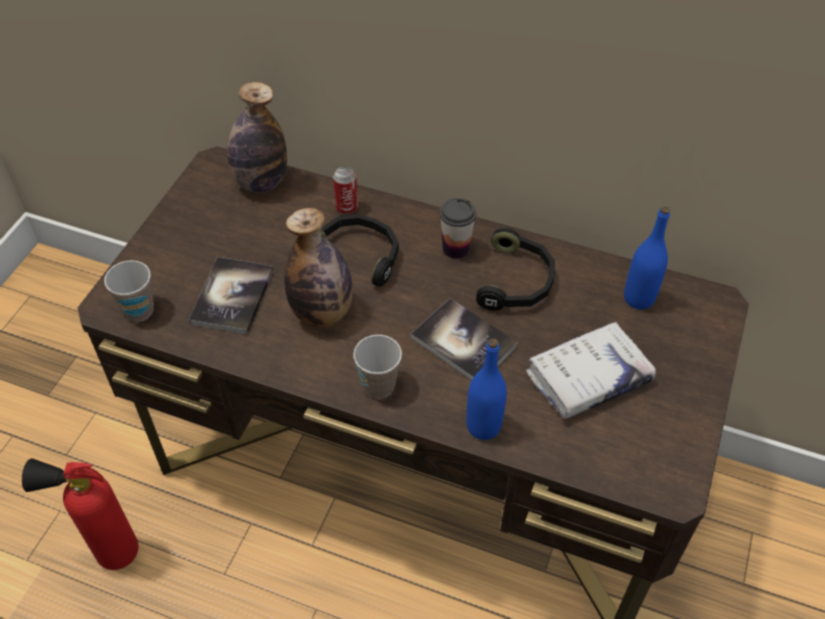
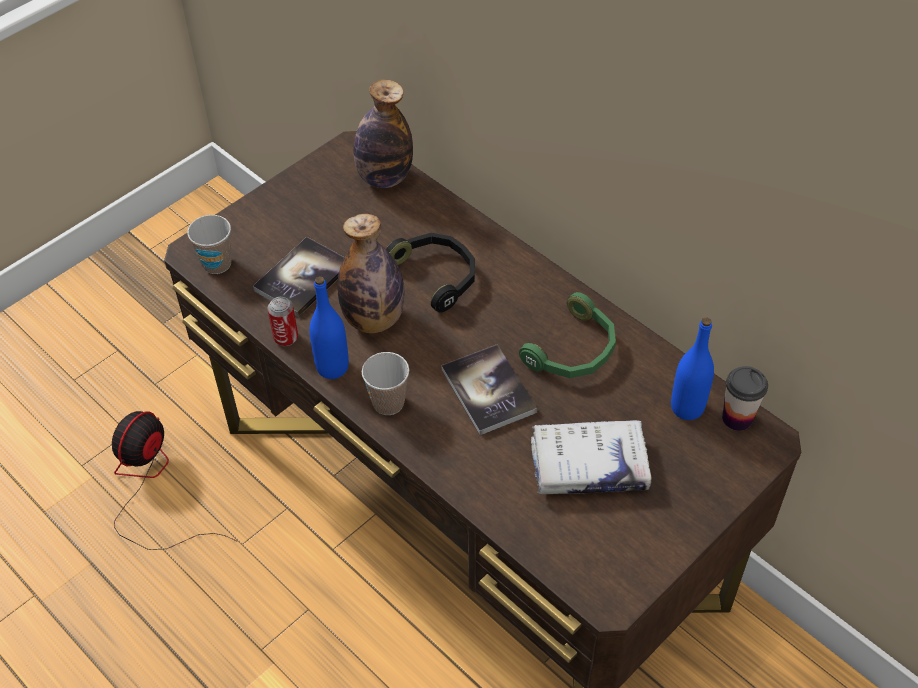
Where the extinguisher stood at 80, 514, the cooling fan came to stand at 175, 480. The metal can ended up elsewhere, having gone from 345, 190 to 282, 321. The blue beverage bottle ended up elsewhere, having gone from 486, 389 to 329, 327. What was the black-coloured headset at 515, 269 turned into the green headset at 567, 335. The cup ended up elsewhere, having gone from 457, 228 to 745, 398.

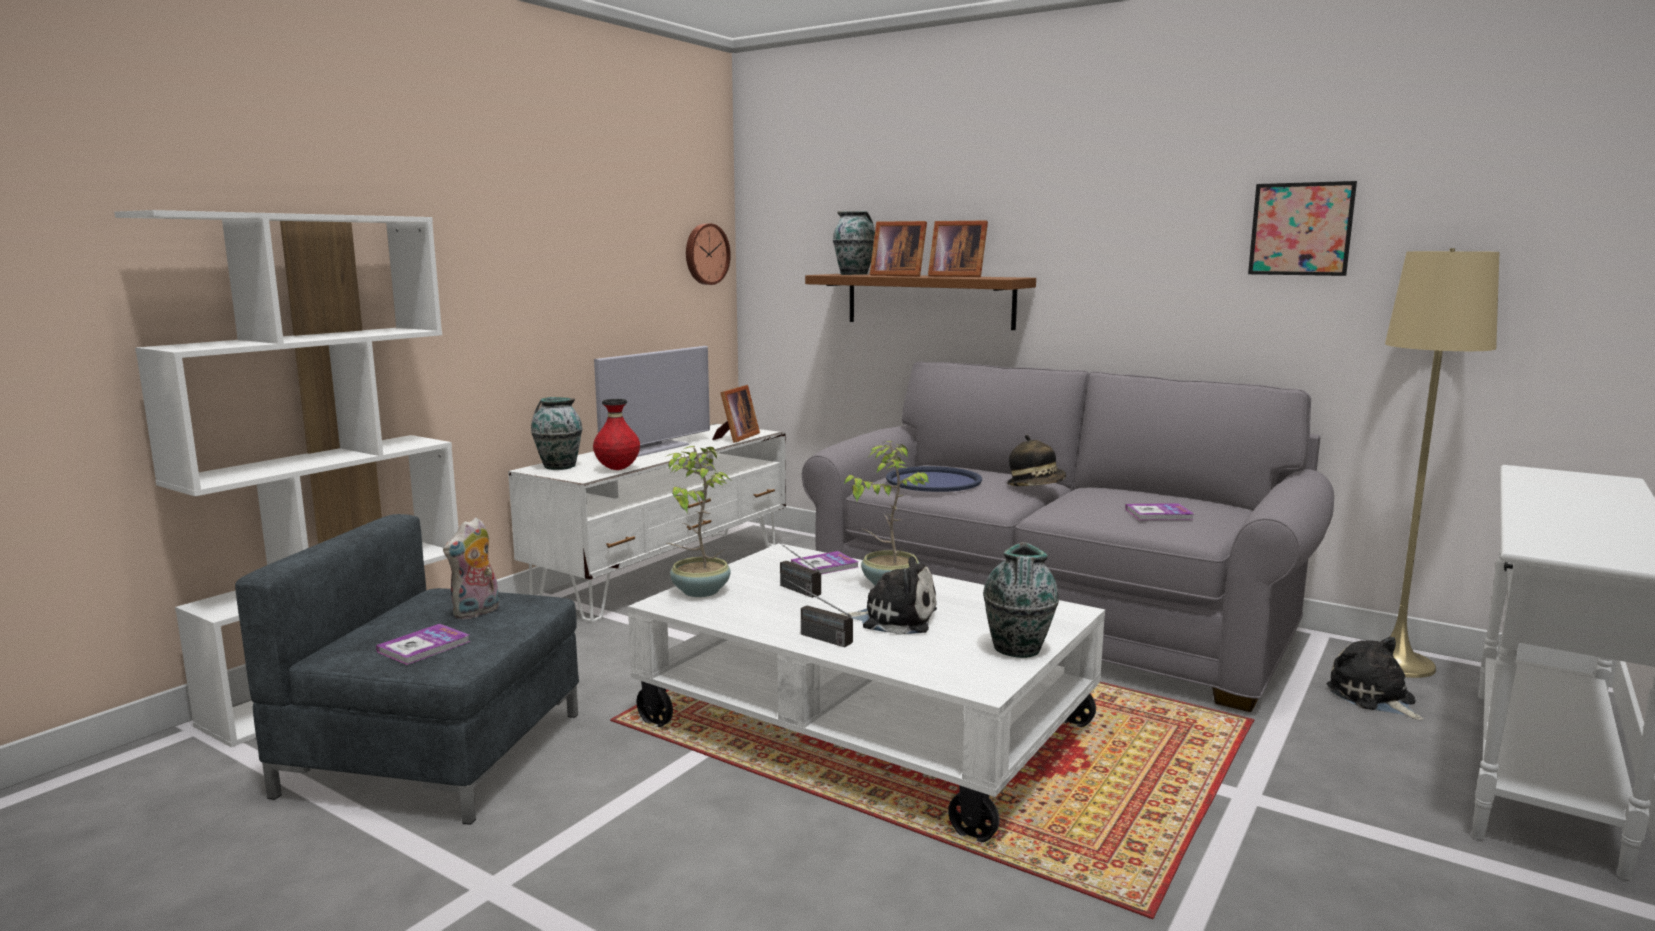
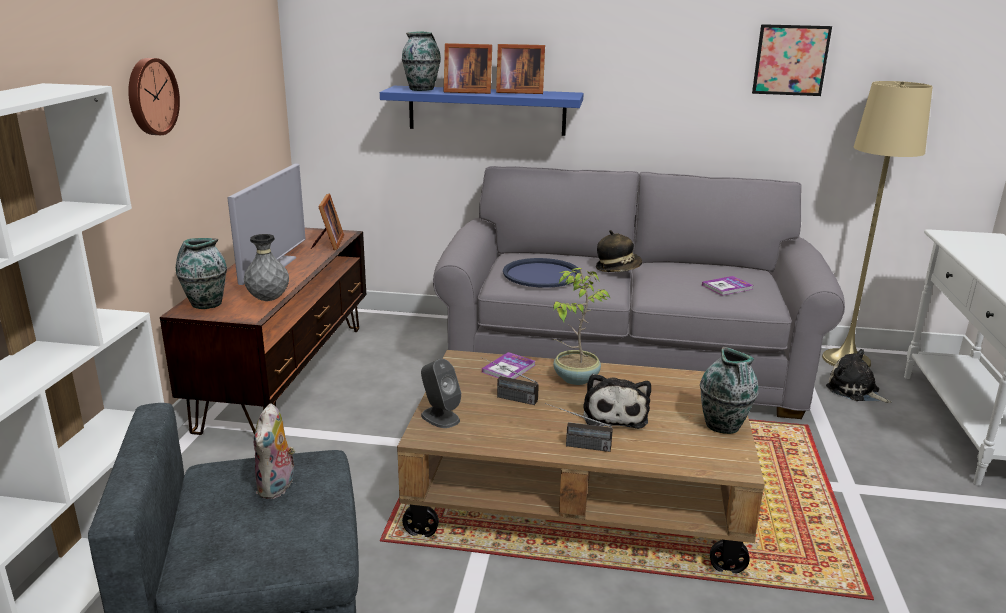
The clock on the wall ended up elsewhere, having gone from 708, 254 to 154, 96. What was the whitish tv stand at 647, 523 turned into the brownish tv stand at 263, 331. What was the reddish decorative vase at 616, 434 turned into the gray decorative vase at 266, 267. What was the brownish shelf at 920, 302 turned into the blue shelf at 482, 111. What was the whitish low table at 866, 692 turned into the brownish low table at 581, 462. Where the plant in a pot stood at 698, 521, the gray speaker came to stand at 441, 393. The soft toy at 889, 595 ended up facing another way, 105 degrees clockwise from before. The second view lost the volume at 423, 644.

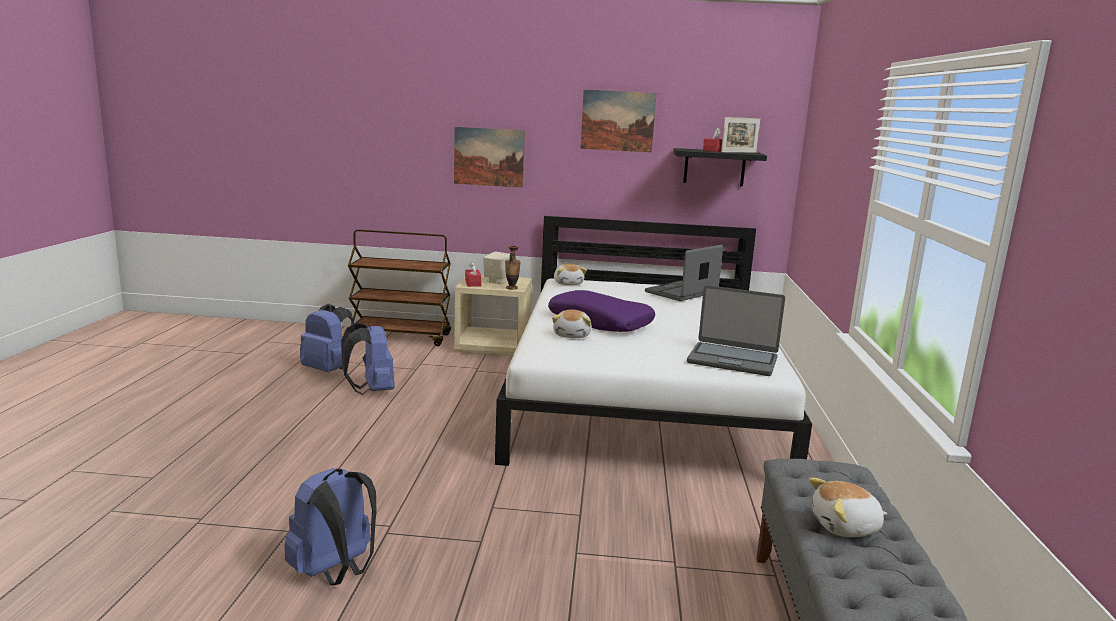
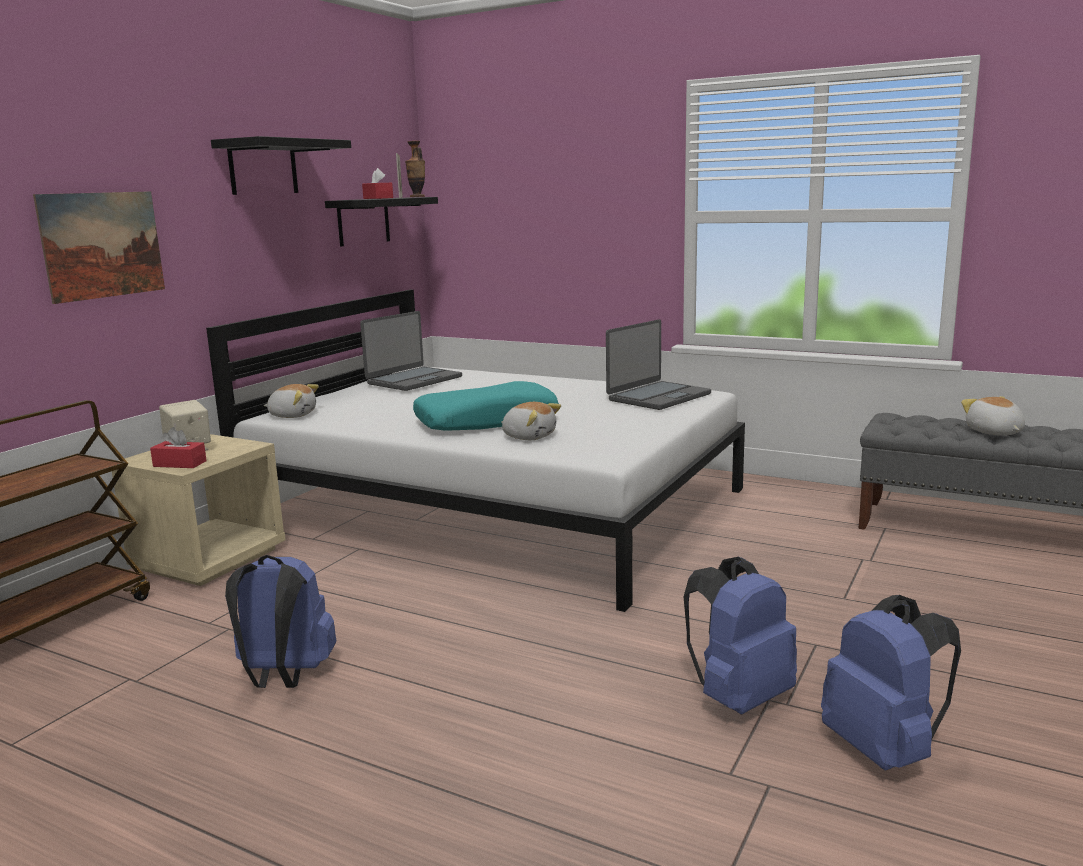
Where the wall picture hung at 618, 121, the black-coloured shelf came to hang at 281, 165. The laptop at 684, 273 ended up facing another way, 120 degrees counterclockwise from before. The decorative vase ended up elsewhere, having gone from 513, 268 to 415, 169. What was the purplish throw pillow at 601, 311 turned into the turquoise-coloured throw pillow at 486, 406. The blue knapsack ended up elsewhere, having gone from 327, 337 to 740, 635. The soft toy at 848, 507 ended up facing another way, 150 degrees clockwise from before.

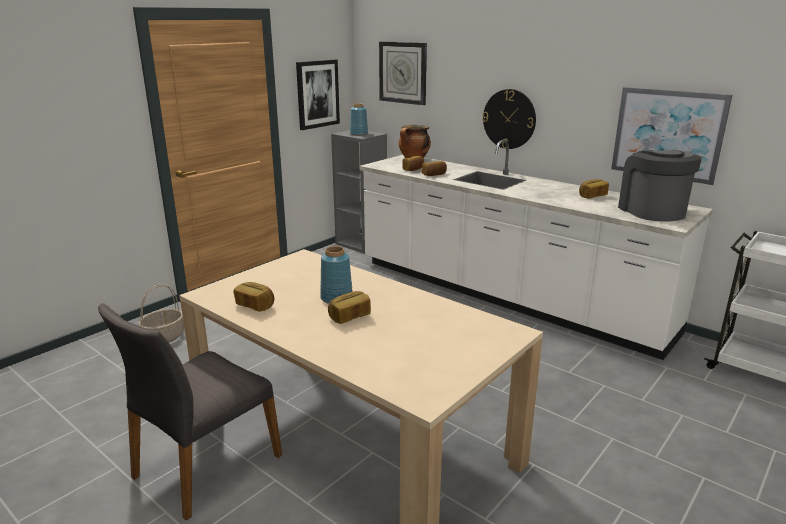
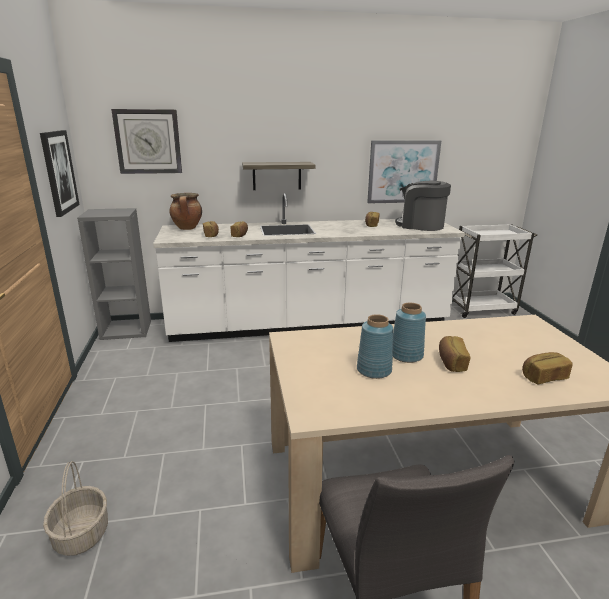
Where the clock on the wall hung at 509, 119, the shelf came to hang at 279, 176. The blue decorative vase ended up elsewhere, having gone from 359, 120 to 375, 346. The baked bread ended up elsewhere, having gone from 253, 297 to 547, 368.

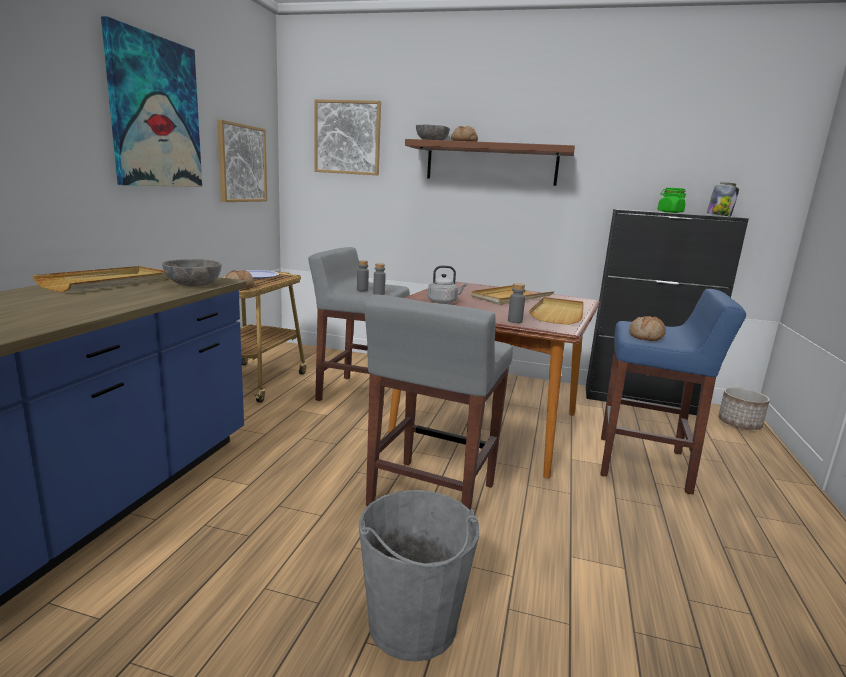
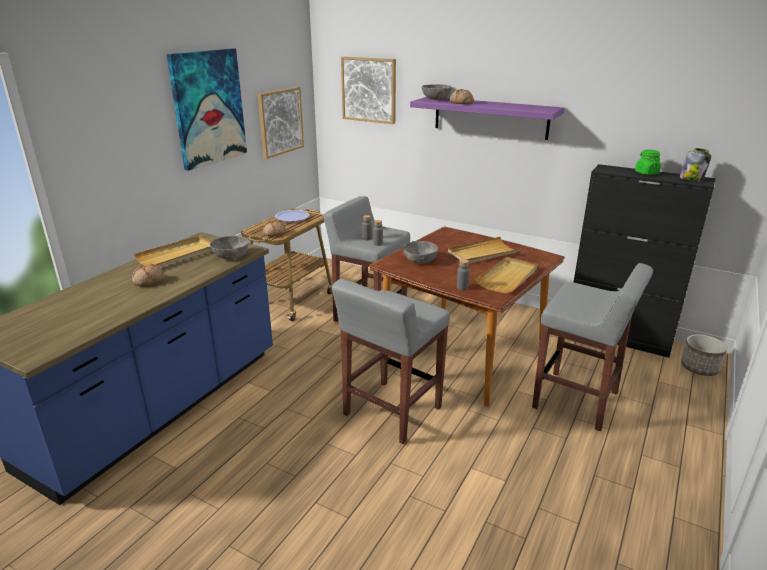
The baked bread ended up elsewhere, having gone from 647, 328 to 148, 275. Where the gray kettle stood at 447, 284, the gray serving bowl came to stand at 420, 252. What was the brownish shelf at 490, 162 turned into the purplish shelf at 487, 118. What was the blue stool at 673, 391 turned into the gray stool at 592, 347. The second view lost the gray water bucket at 418, 576.

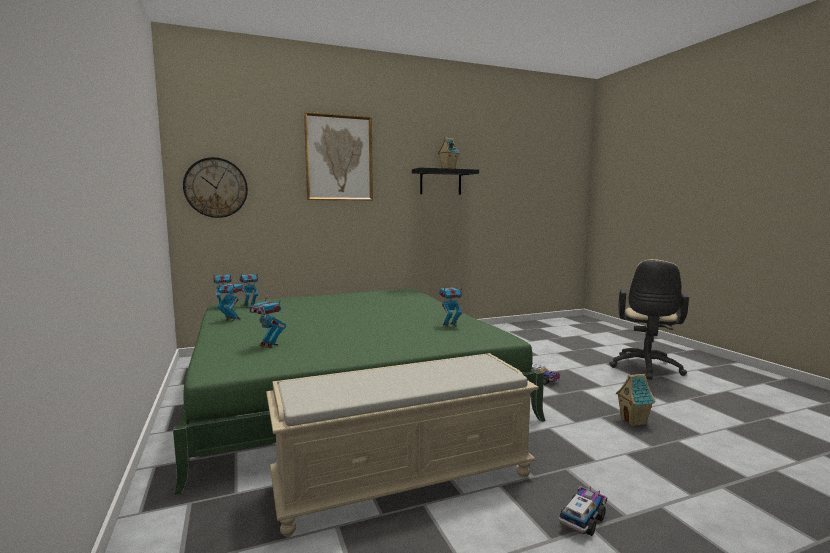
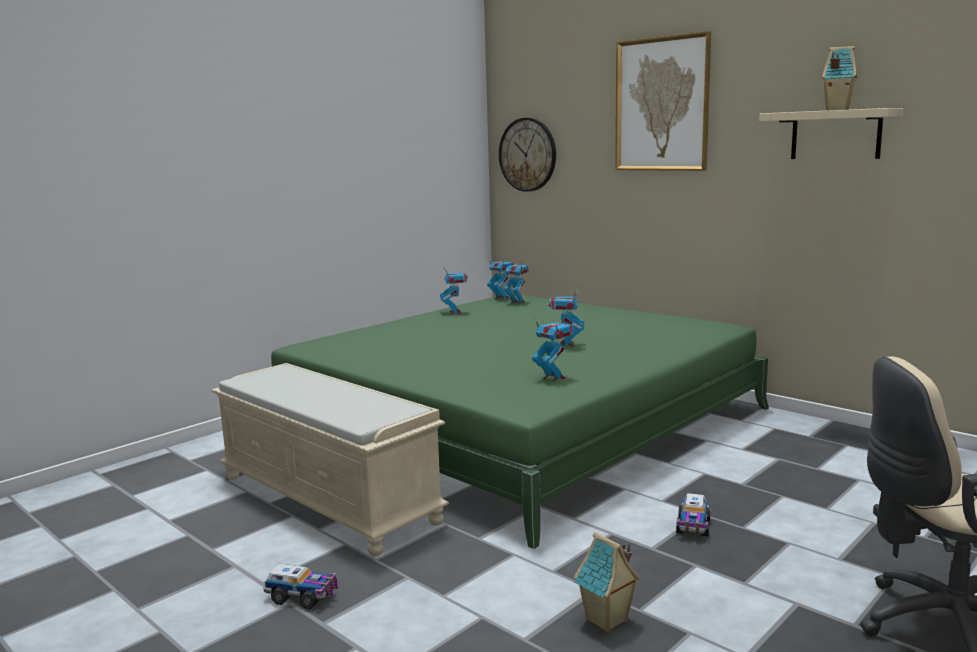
The robot figure ended up elsewhere, having gone from 268, 320 to 566, 316. What was the black-coloured shelf at 445, 181 turned into the beige shelf at 831, 133.

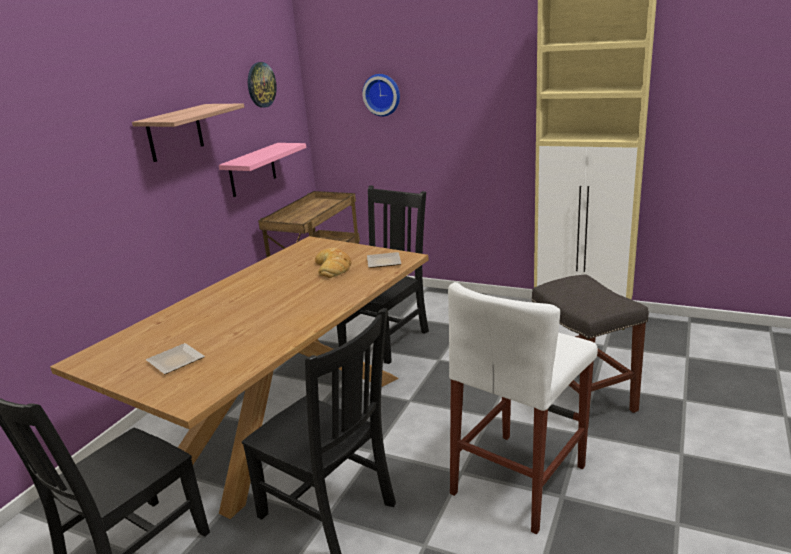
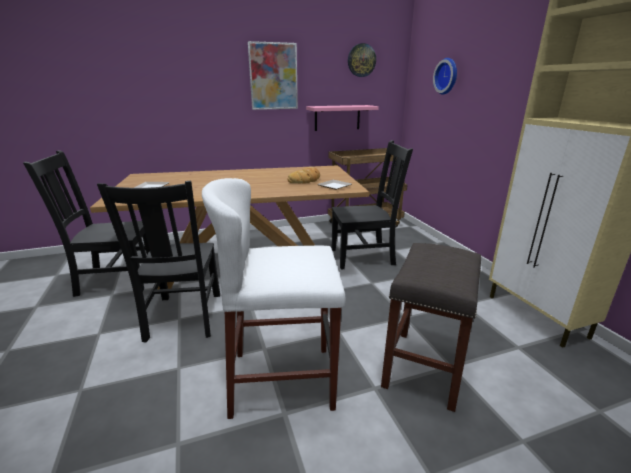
Where the shelf hung at 188, 132, the wall picture came to hang at 273, 75.

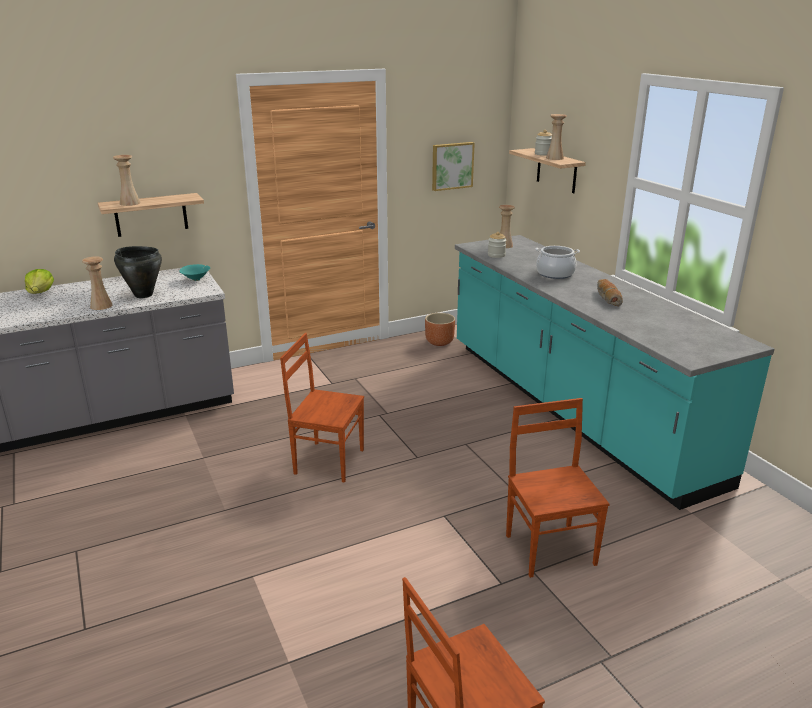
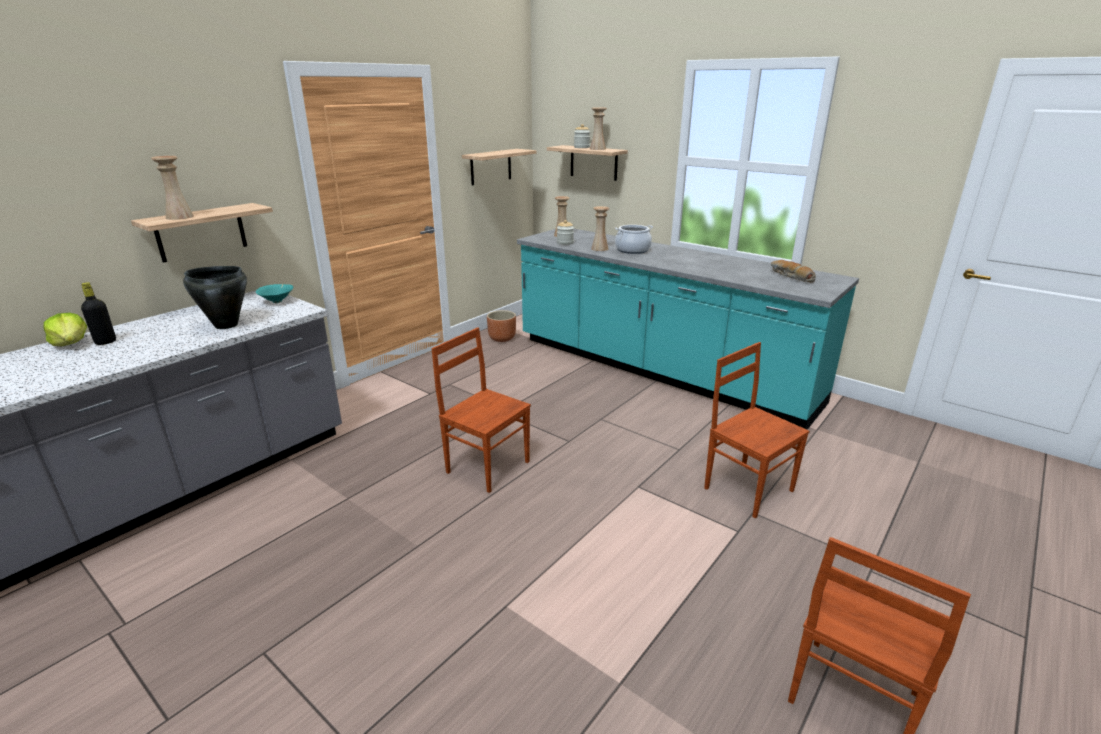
The second view gained the black-coloured beverage bottle at 98, 313. The brownish chair at 322, 408 ended up facing another way, 45 degrees clockwise from before. Where the wall picture hung at 453, 166, the shelf came to hang at 499, 167. The beige decorative vase ended up elsewhere, having gone from 97, 283 to 600, 228. The baked bread ended up elsewhere, having gone from 610, 292 to 793, 271.

